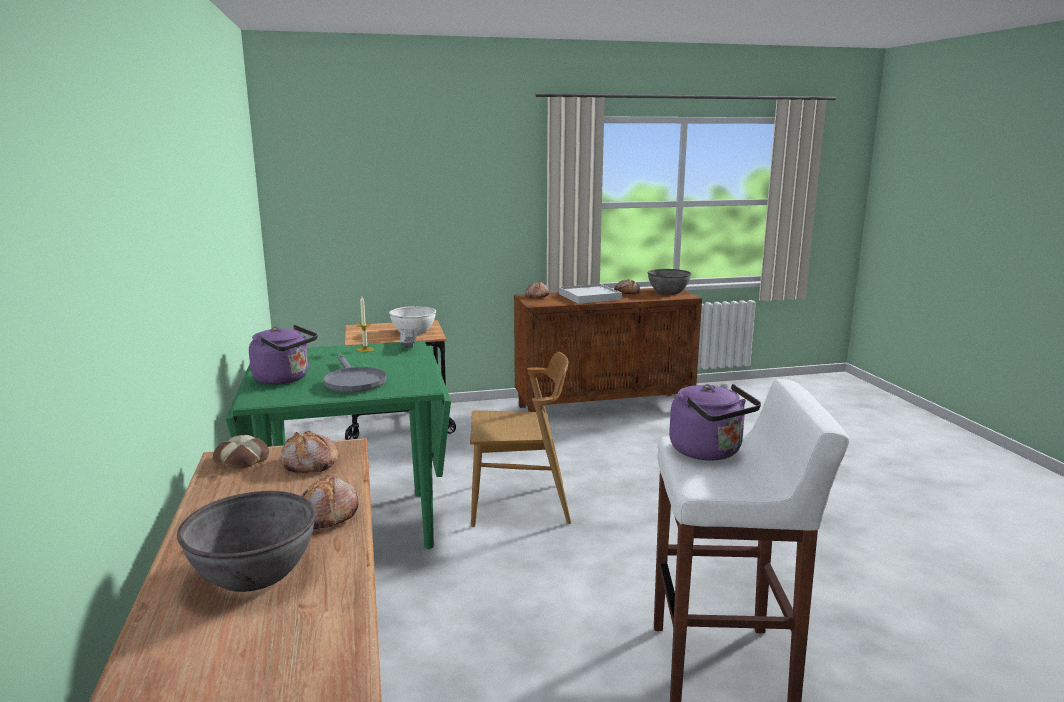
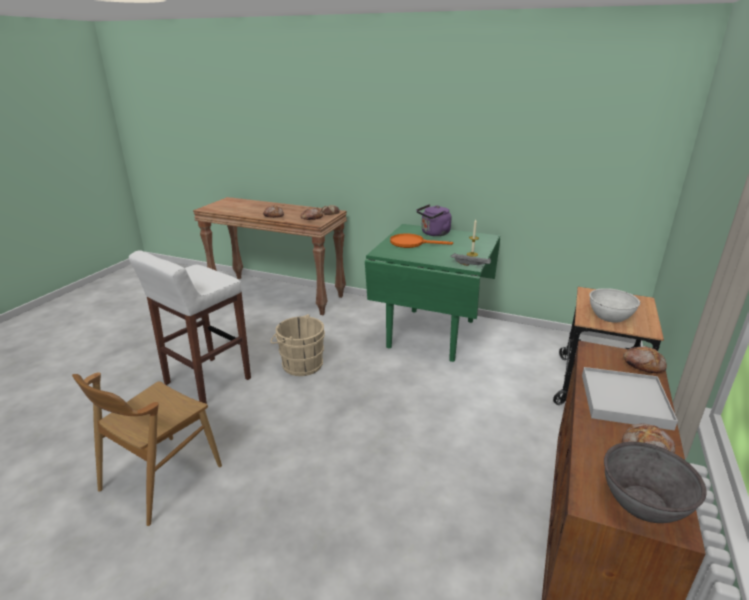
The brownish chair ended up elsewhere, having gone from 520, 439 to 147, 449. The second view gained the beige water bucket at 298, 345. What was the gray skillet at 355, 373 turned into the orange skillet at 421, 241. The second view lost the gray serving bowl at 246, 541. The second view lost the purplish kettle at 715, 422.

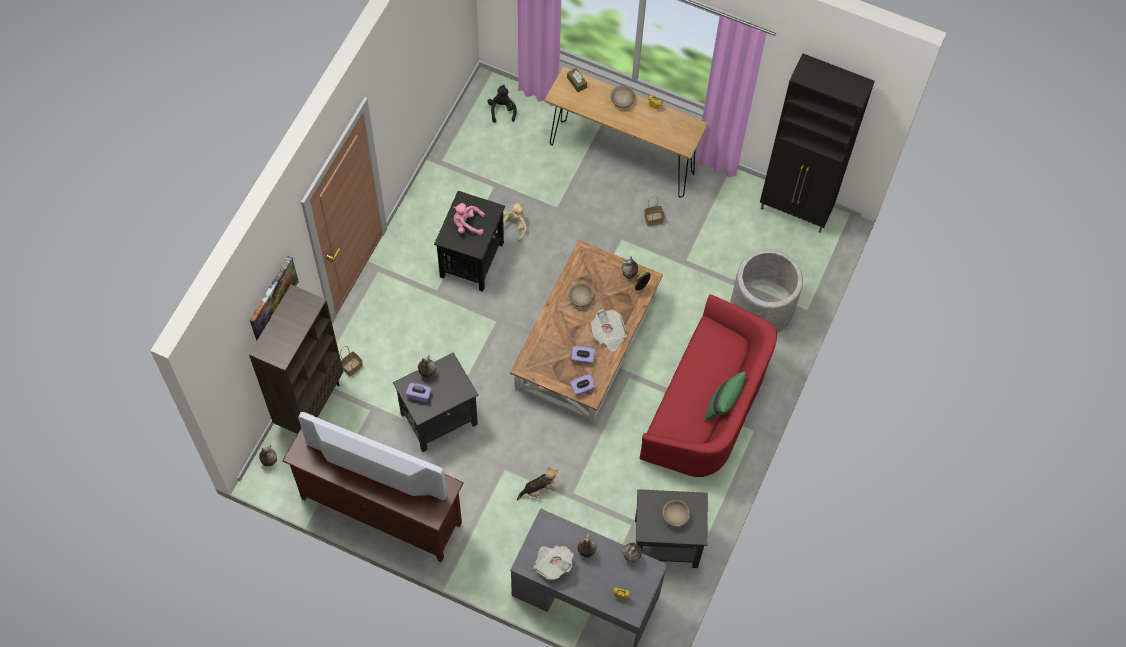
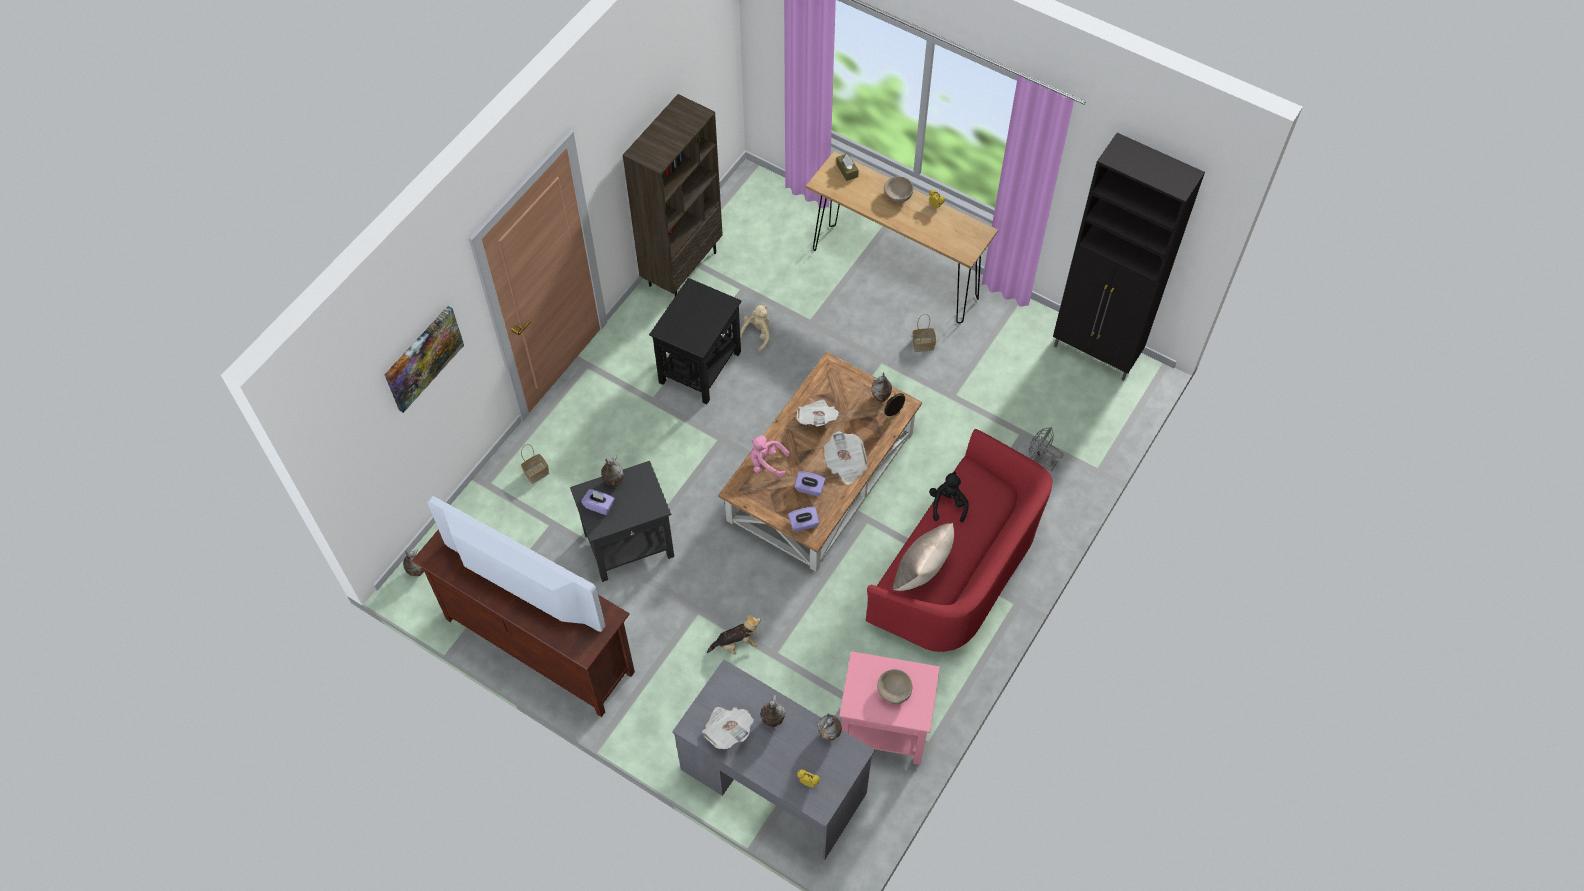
The brownish shelving unit ended up elsewhere, having gone from 296, 359 to 673, 195. The pink soft toy ended up elsewhere, having gone from 469, 219 to 770, 457. Where the beige serving bowl stood at 580, 295, the newspaper came to stand at 818, 413. What was the black-coloured accent table at 671, 528 turned into the pink accent table at 889, 708. The second view gained the beige throw pillow at 923, 557. The black-coloured soft toy ended up elsewhere, having gone from 502, 104 to 949, 497. Where the gray flower pot stood at 766, 292, the gray cooling fan came to stand at 1046, 449. The second view lost the green throw pillow at 725, 396.

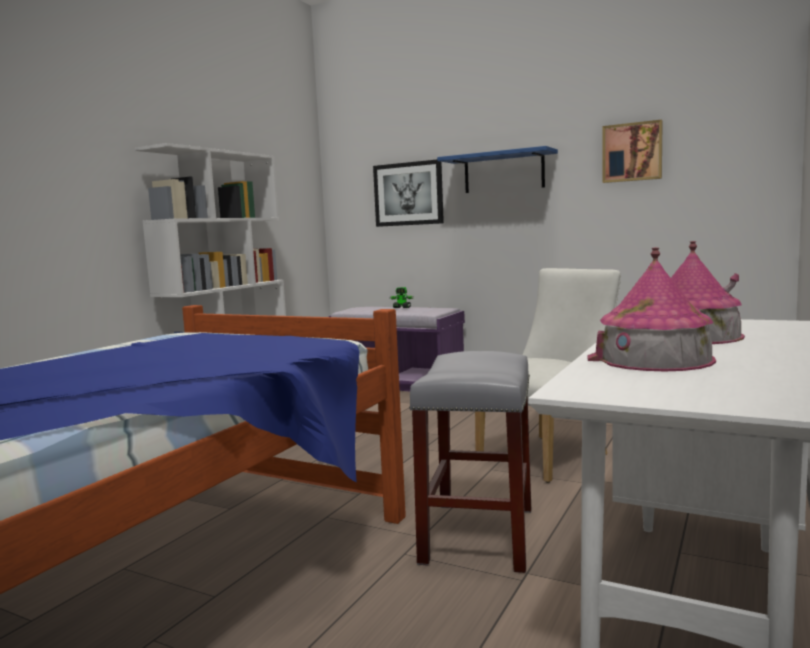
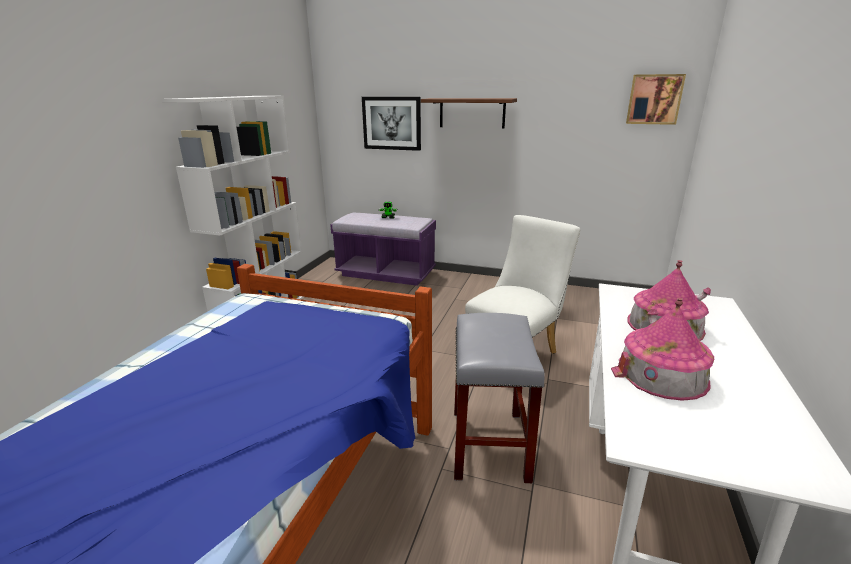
What was the blue shelf at 497, 169 turned into the brownish shelf at 469, 113. The wall picture ended up elsewhere, having gone from 632, 151 to 656, 99.

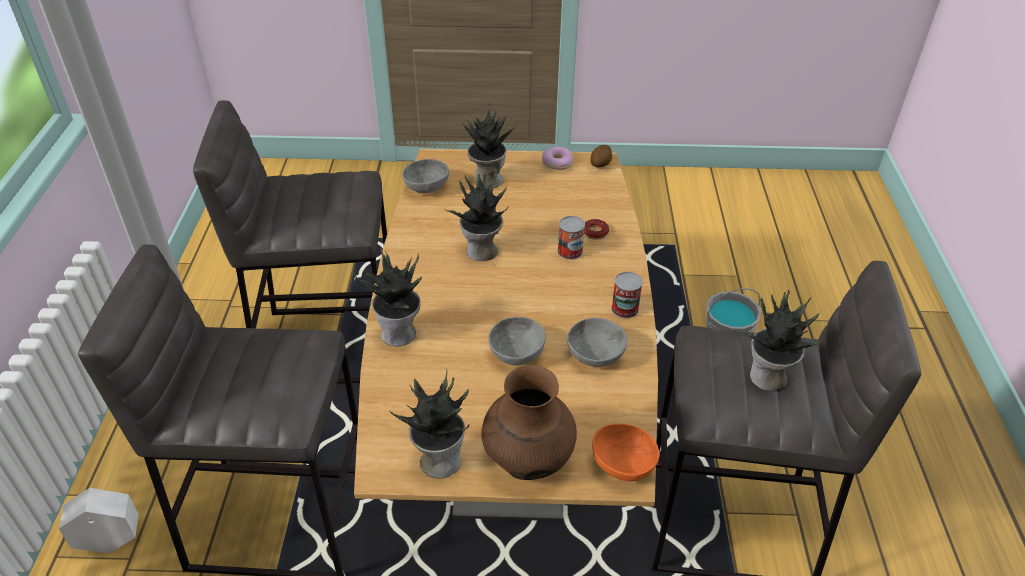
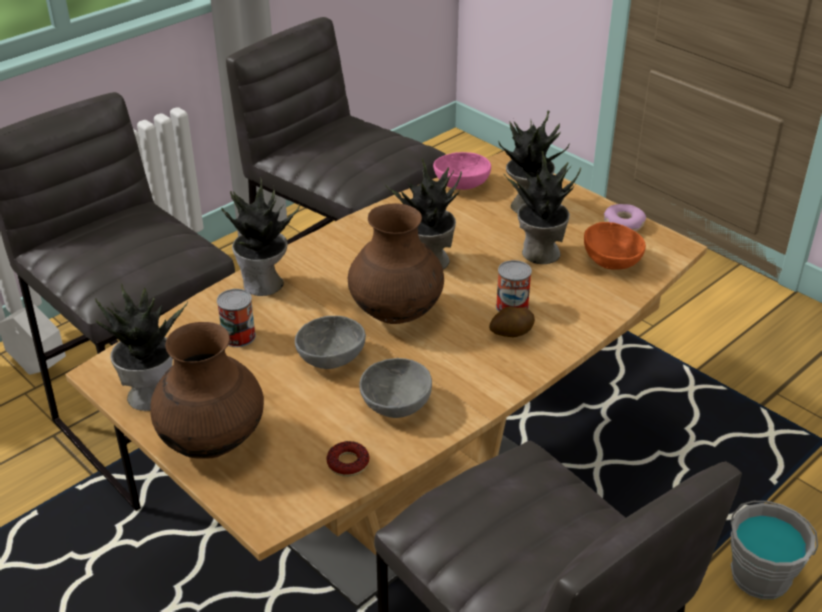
The metal can ended up elsewhere, having gone from 627, 295 to 236, 318. The doughnut ended up elsewhere, having gone from 596, 229 to 348, 459. The second view gained the brownish decorative vase at 396, 263. What was the gray serving bowl at 425, 176 turned into the pink serving bowl at 462, 171. The potato ended up elsewhere, having gone from 601, 156 to 512, 322. The plant in a pot ended up elsewhere, having gone from 782, 340 to 542, 207. The orange serving bowl ended up elsewhere, having gone from 626, 452 to 615, 246.

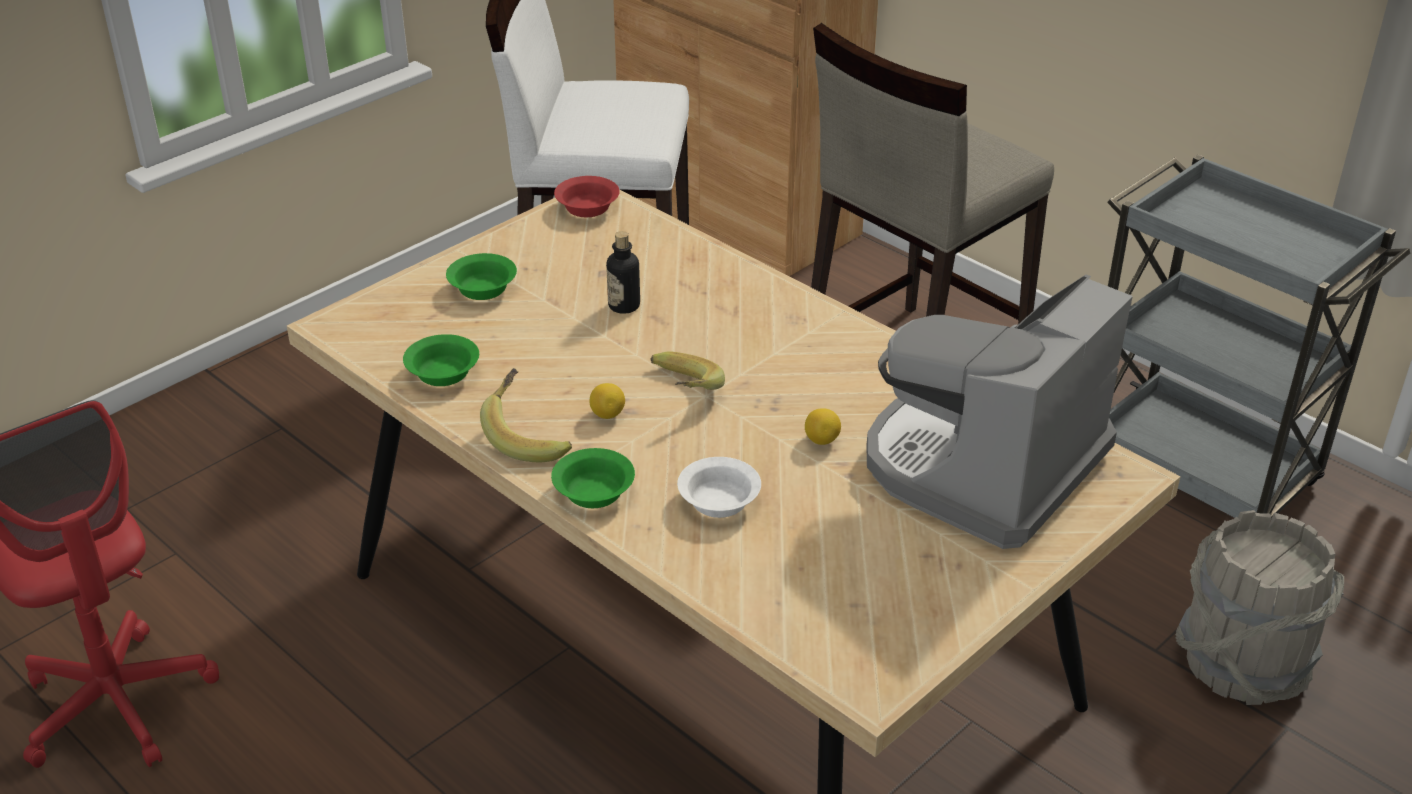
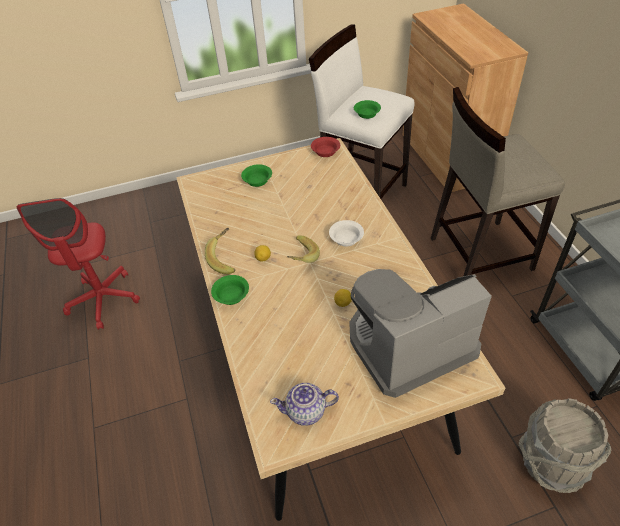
The second view gained the tea pot at 304, 404. The whitish serving bowl ended up elsewhere, having gone from 719, 487 to 346, 233. The green serving bowl ended up elsewhere, having gone from 441, 360 to 367, 109. The second view lost the beverage bottle at 623, 272.

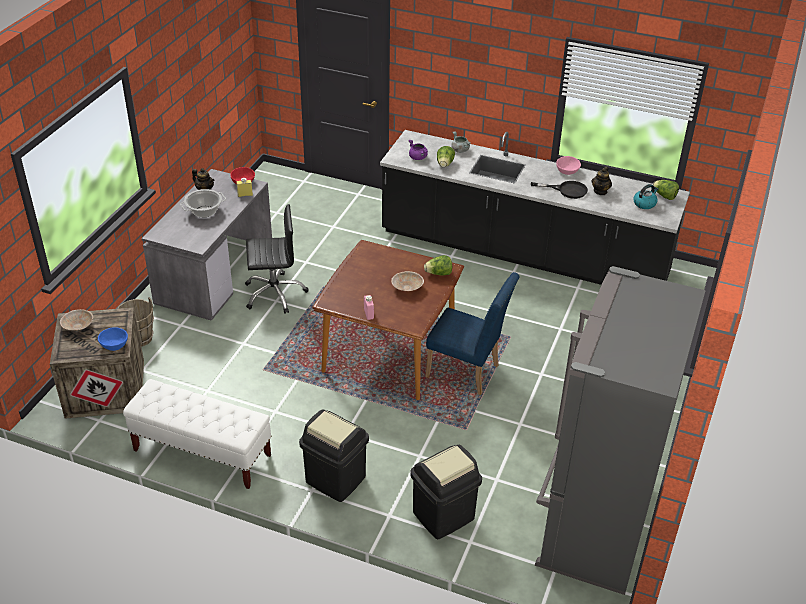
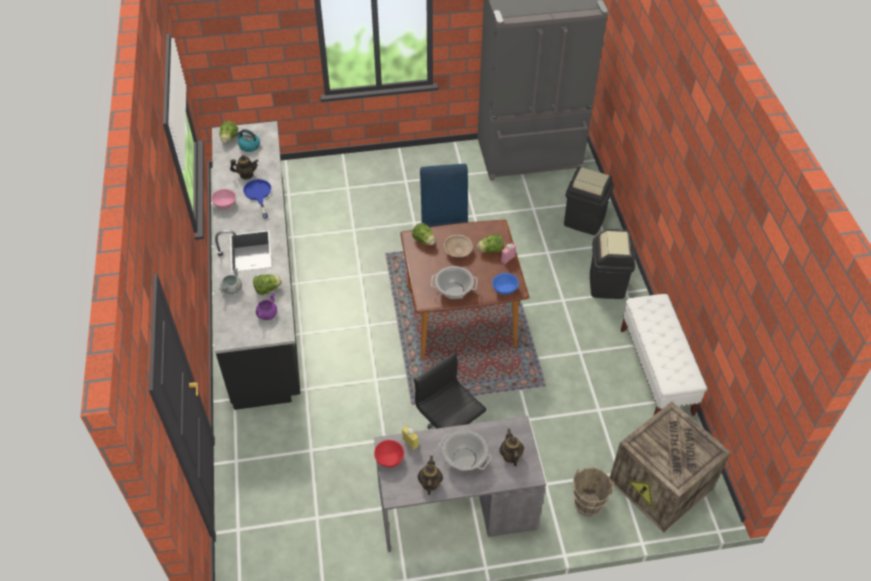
What was the black-coloured skillet at 559, 190 turned into the blue skillet at 257, 198. The second view gained the stockpot at 454, 282. The second view gained the lettuce head at 490, 243. The blue serving bowl ended up elsewhere, having gone from 113, 339 to 505, 284. The second view gained the tea pot at 512, 447. The second view lost the beige serving bowl at 76, 320.

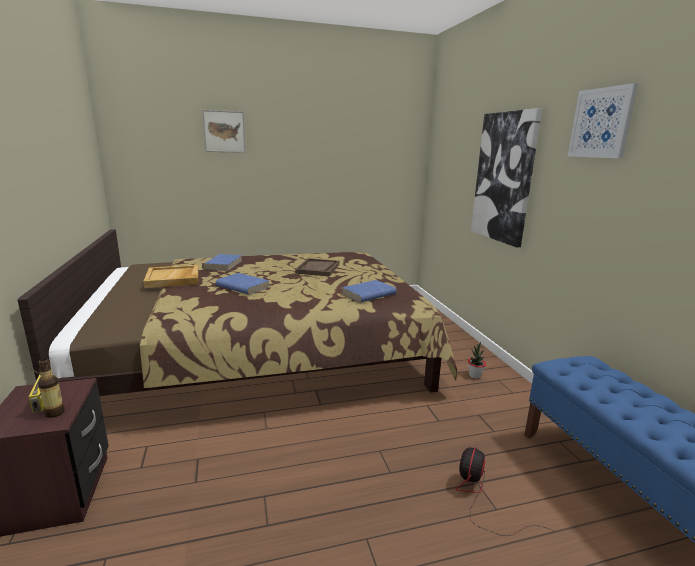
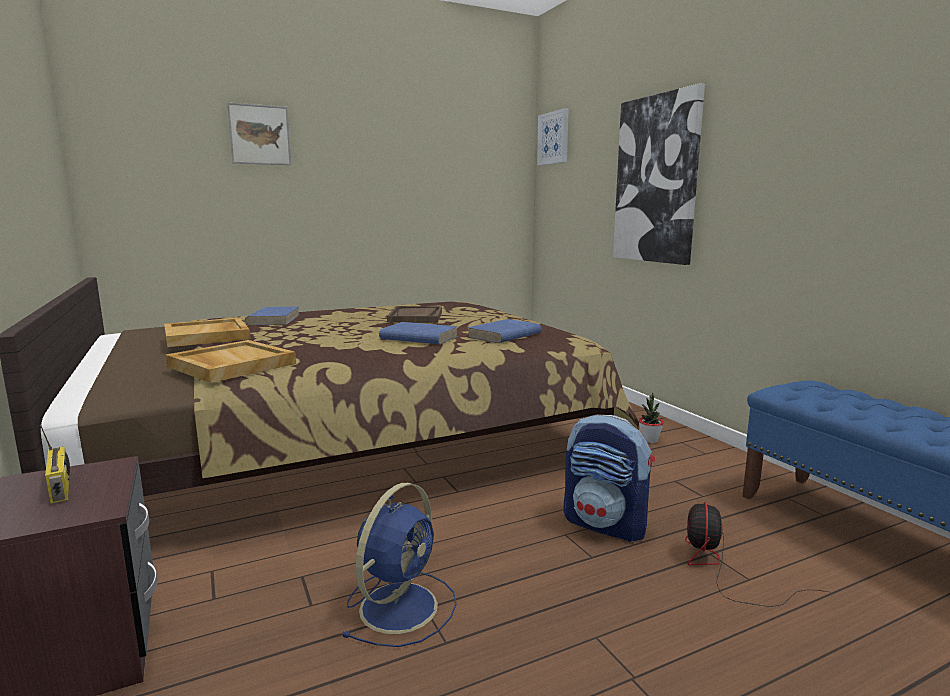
The second view gained the beige serving tray at 230, 361. The second view gained the blue cooling fan at 399, 565. The blue volume ended up elsewhere, having gone from 243, 284 to 418, 333. The wall picture ended up elsewhere, having gone from 603, 120 to 553, 137. The second view gained the knapsack at 609, 478. The second view lost the beverage bottle at 51, 388.

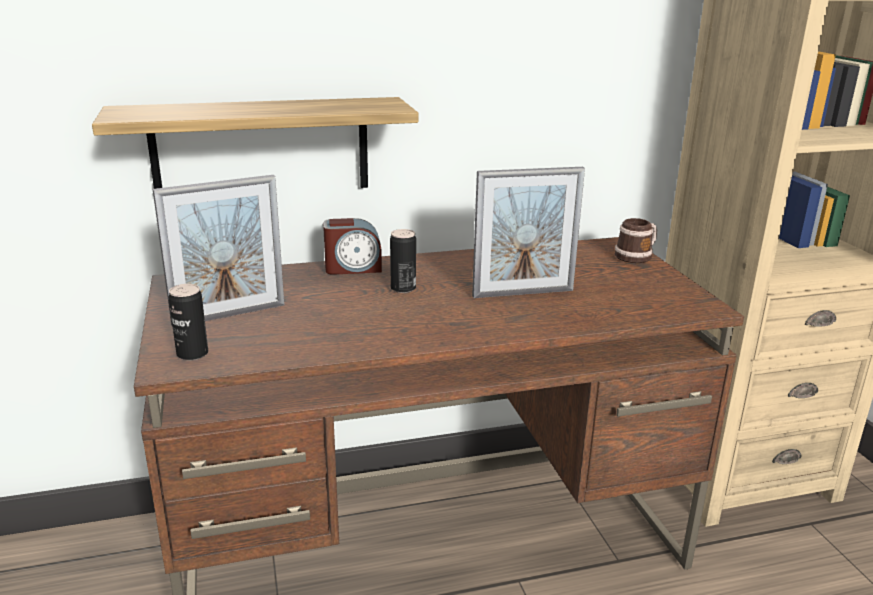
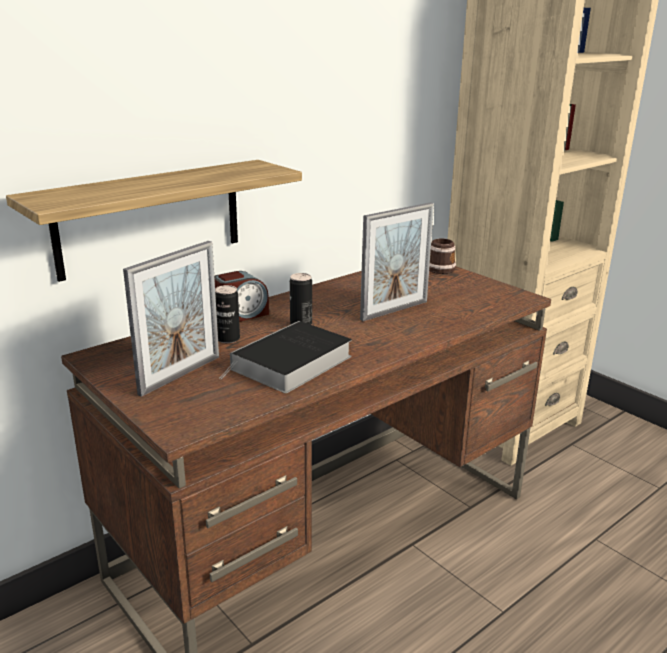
The metal can ended up elsewhere, having gone from 188, 322 to 227, 314. The second view gained the volume at 286, 357.

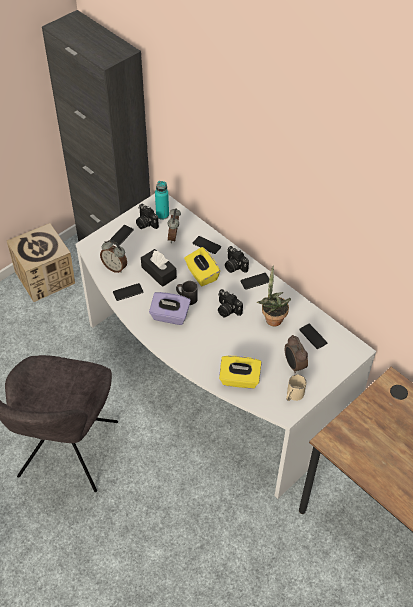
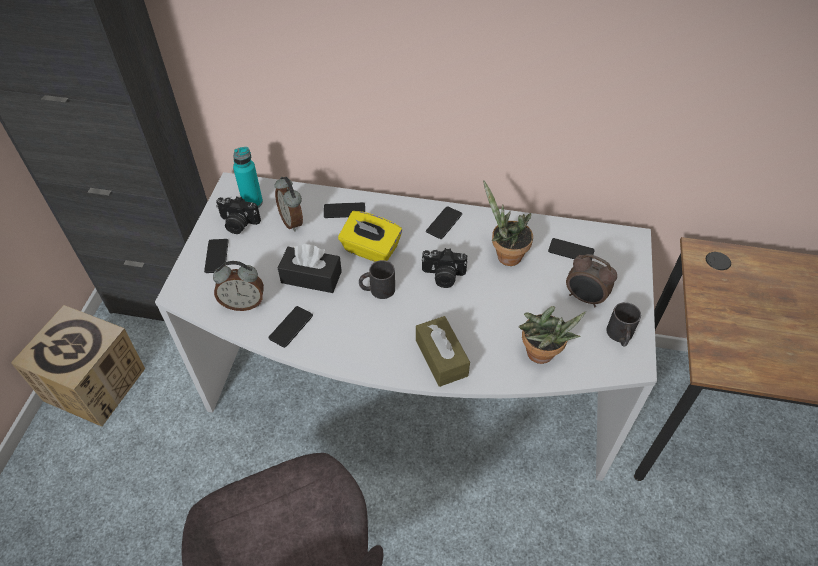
The second view gained the brownish tissue holder at 443, 351. Where the yellowish tissue holder stood at 240, 372, the plant in a pot came to stand at 552, 335. What was the beige mug at 296, 388 turned into the black-coloured mug at 623, 324. The second view lost the purplish tissue holder at 170, 308. The second view lost the photo camera at 237, 259.

